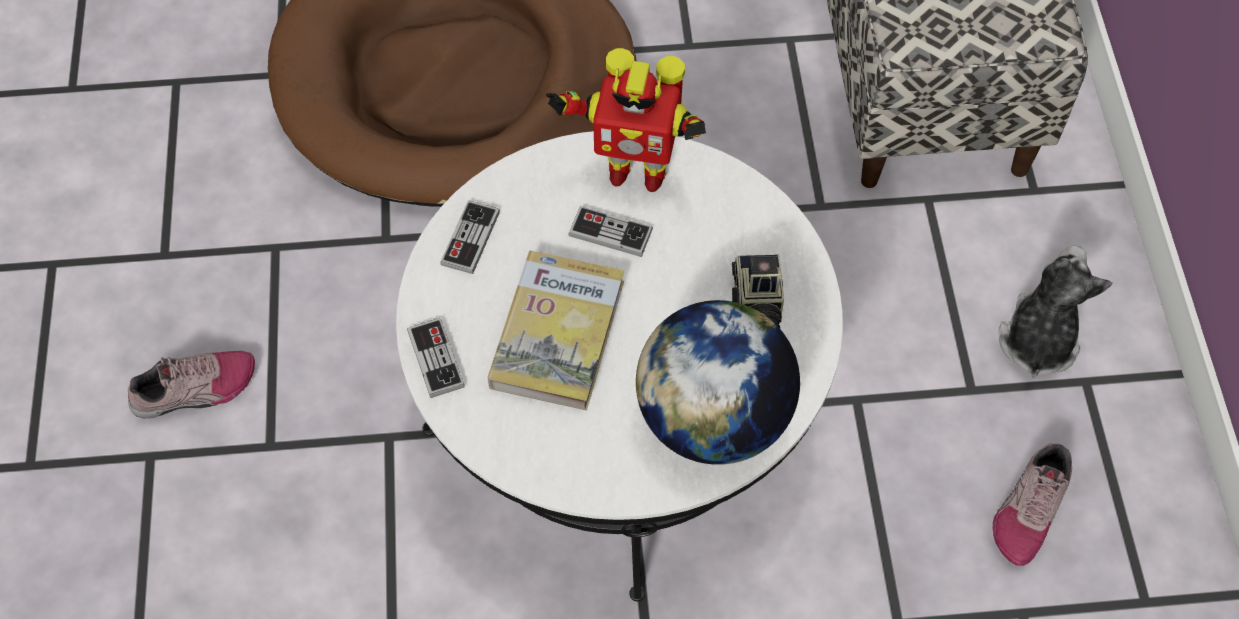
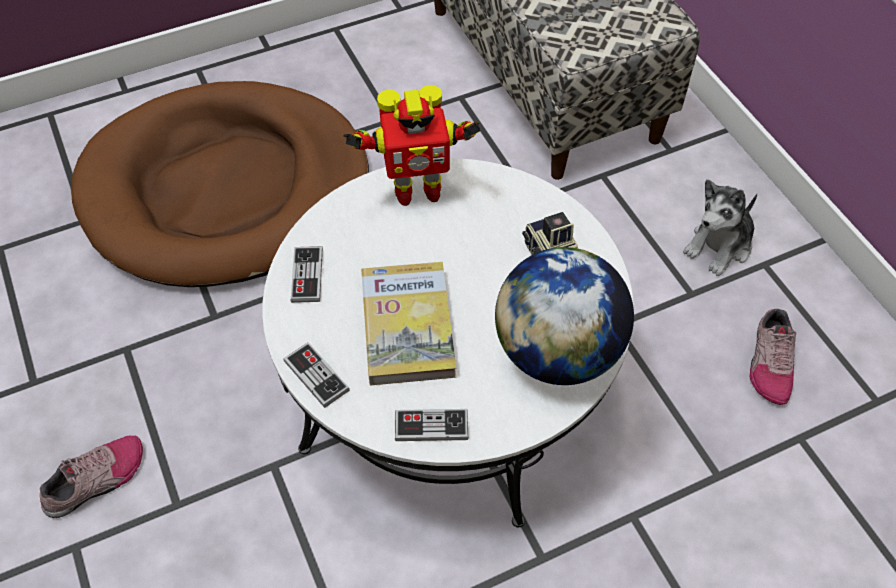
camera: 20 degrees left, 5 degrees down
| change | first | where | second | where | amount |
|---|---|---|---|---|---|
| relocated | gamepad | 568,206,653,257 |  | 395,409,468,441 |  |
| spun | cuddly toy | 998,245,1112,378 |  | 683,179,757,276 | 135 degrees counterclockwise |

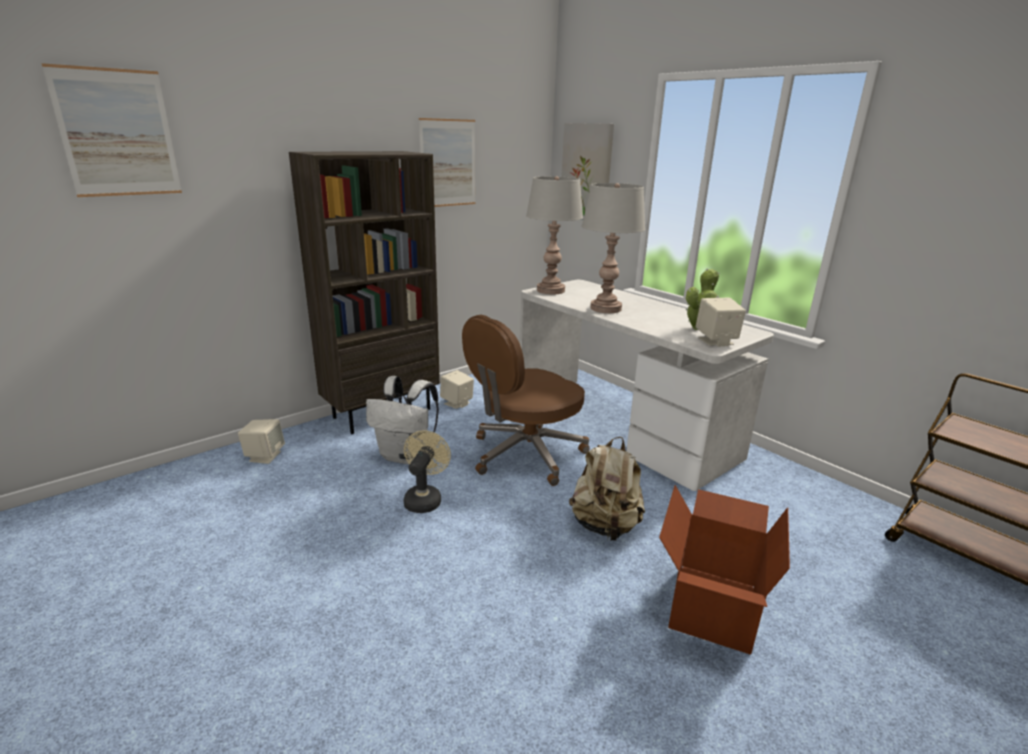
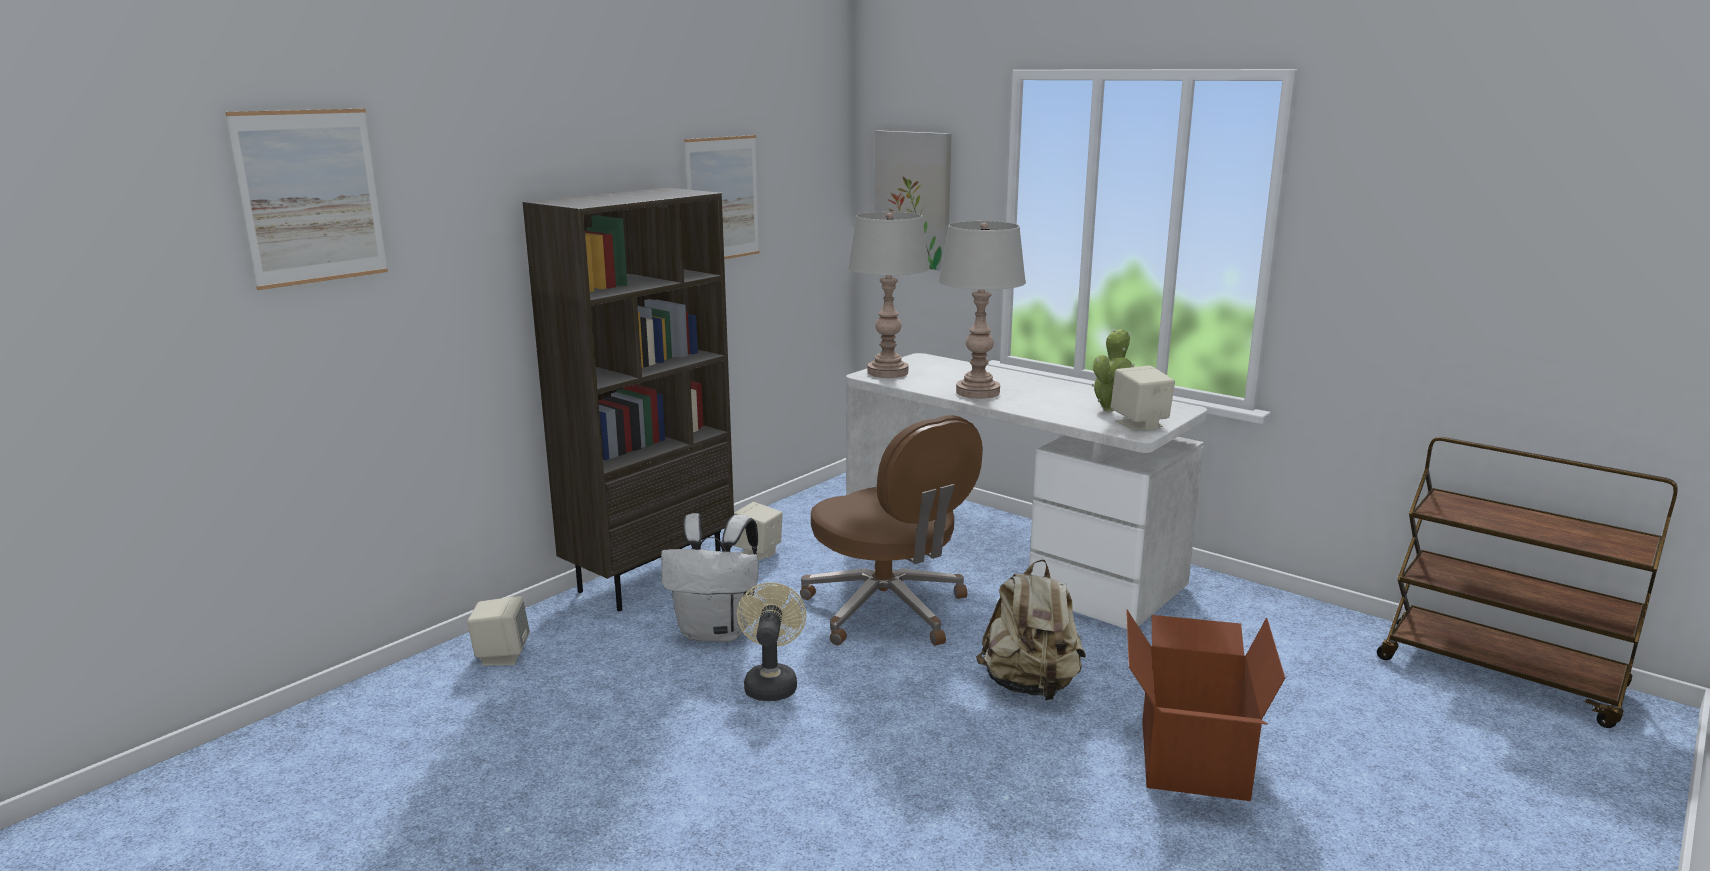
camera: 10 degrees left, 5 degrees down
| change | first | where | second | where | amount |
|---|---|---|---|---|---|
| spun | brown office chair | 462,315,590,486 |  | 800,415,983,646 | 75 degrees counterclockwise |

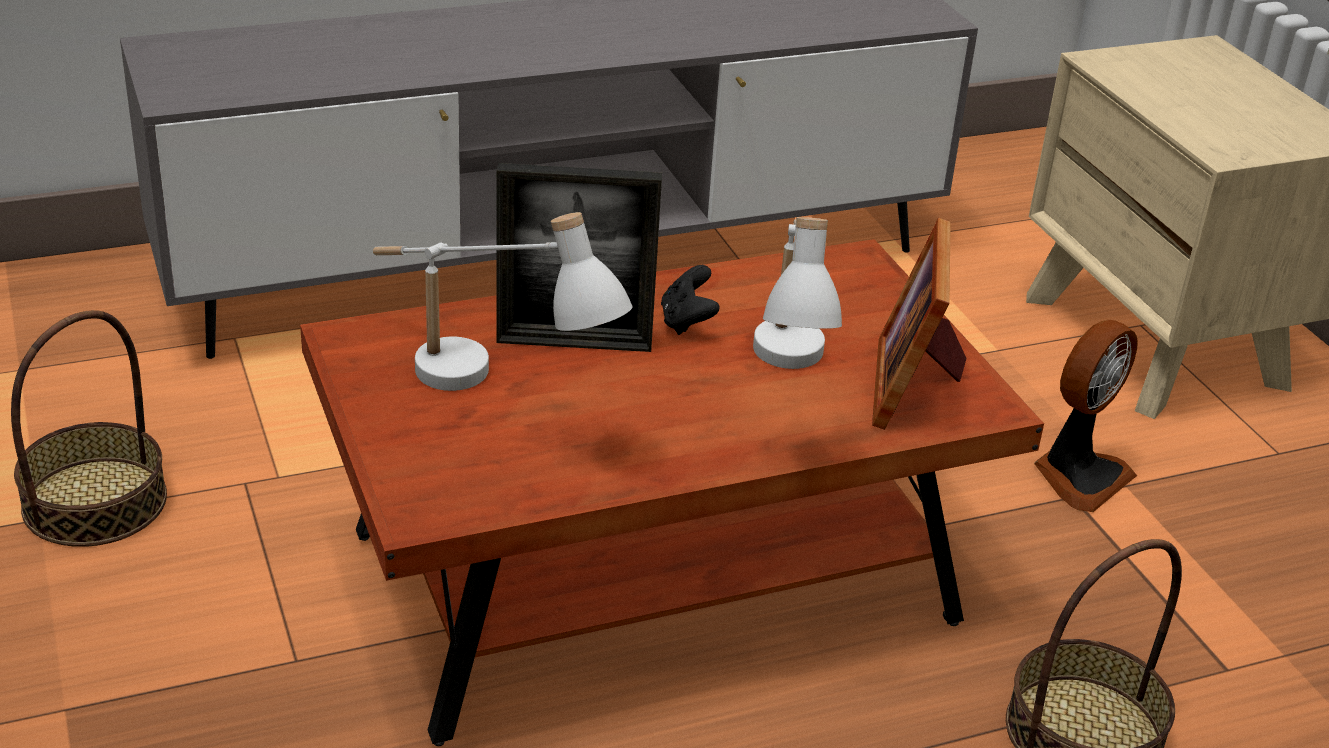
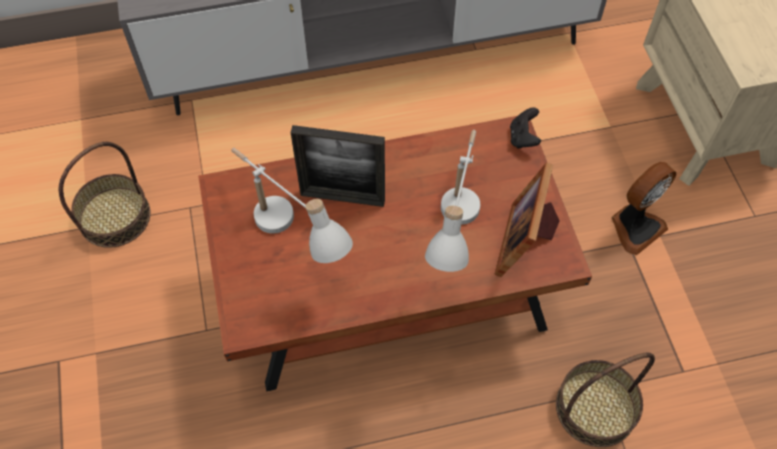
camera: 10 degrees right, 25 degrees up
| change | first | where | second | where | amount |
|---|---|---|---|---|---|
| relocated | black-coloured gamepad | 661,265,720,335 |  | 510,107,541,149 |  |

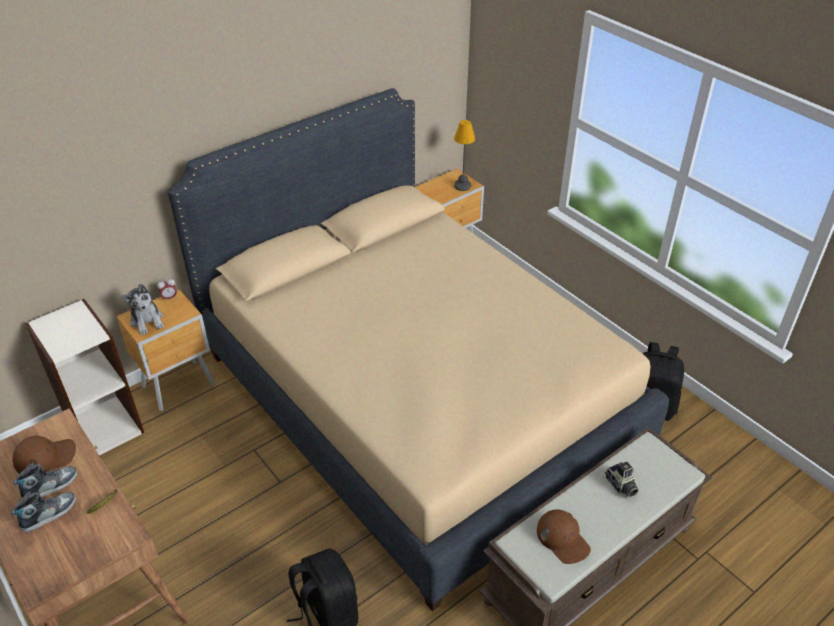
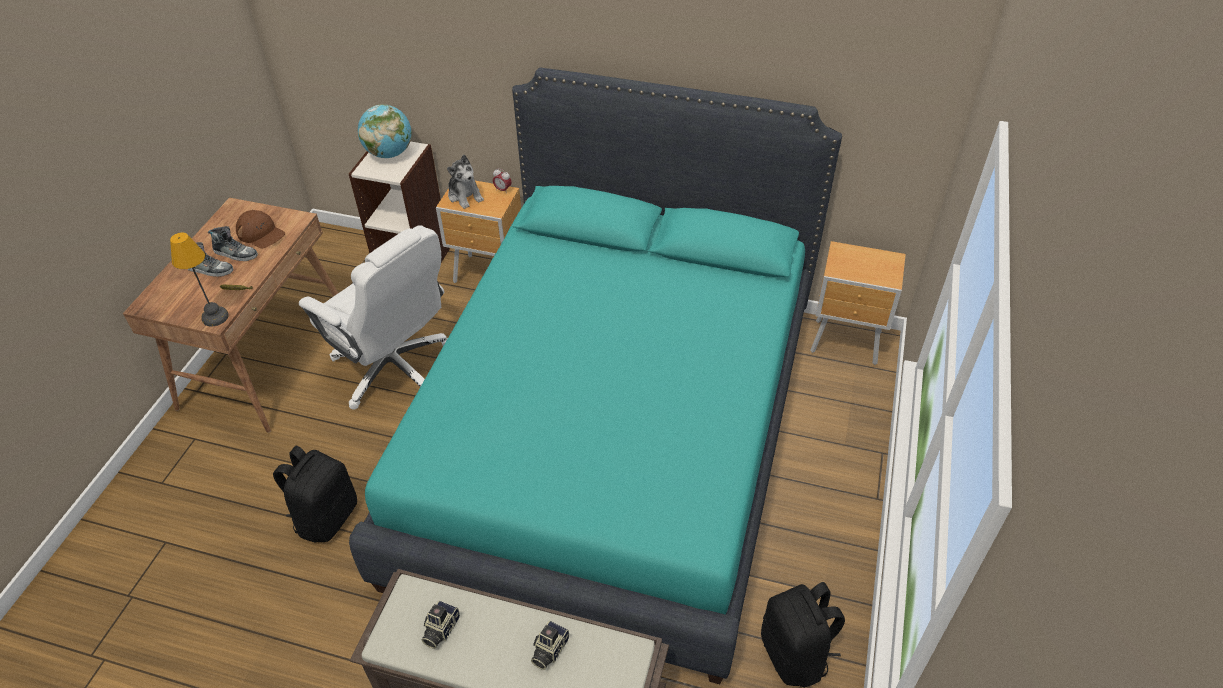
camera: 55 degrees right, 5 degrees up
| change | first | where | second | where | amount |
|---|---|---|---|---|---|
| colour | beige bedroom bed | 167,88,669,612 | blue-green bedroom bed | 349,68,842,684 |  |
| relocated | table lamp | 454,120,475,191 |  | 170,232,229,327 |  |
| spun | cuddly toy | 122,283,164,335 |  | 447,155,484,209 | 60 degrees counterclockwise |
| exchanged | brown cap | 537,509,591,564 | still camera | 422,601,460,649 |  |
| appeared |  |  | world globe | 358,104,412,158 |  |
| appeared |  |  | white-coloured office chair | 299,225,448,410 |  |

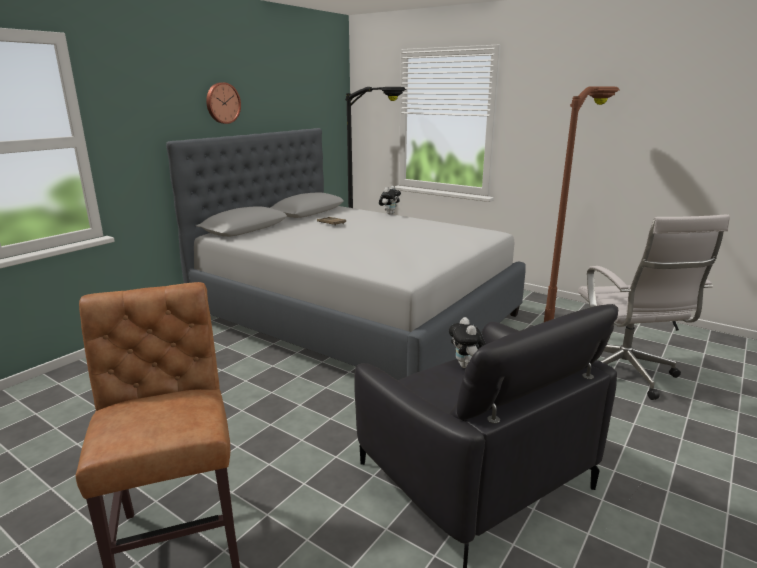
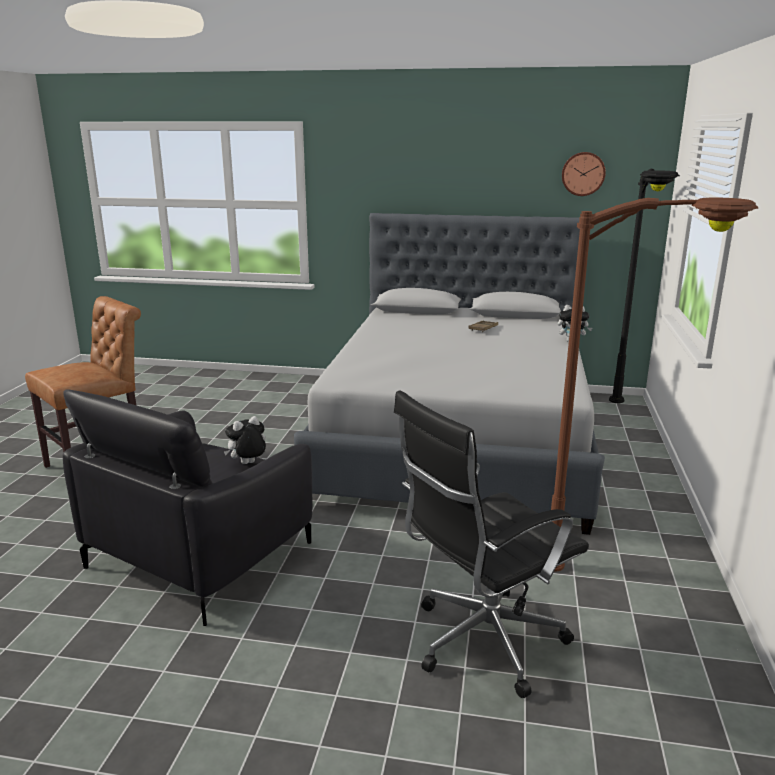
camera: 65 degrees right, 0 degrees up
| change | first | where | second | where | amount |
|---|---|---|---|---|---|
| relocated | wall clock | 206,82,241,124 |  | 562,152,606,196 |  |
| colour | white-coloured office chair | 578,215,730,400 | black-coloured office chair | 394,390,589,698 |  |

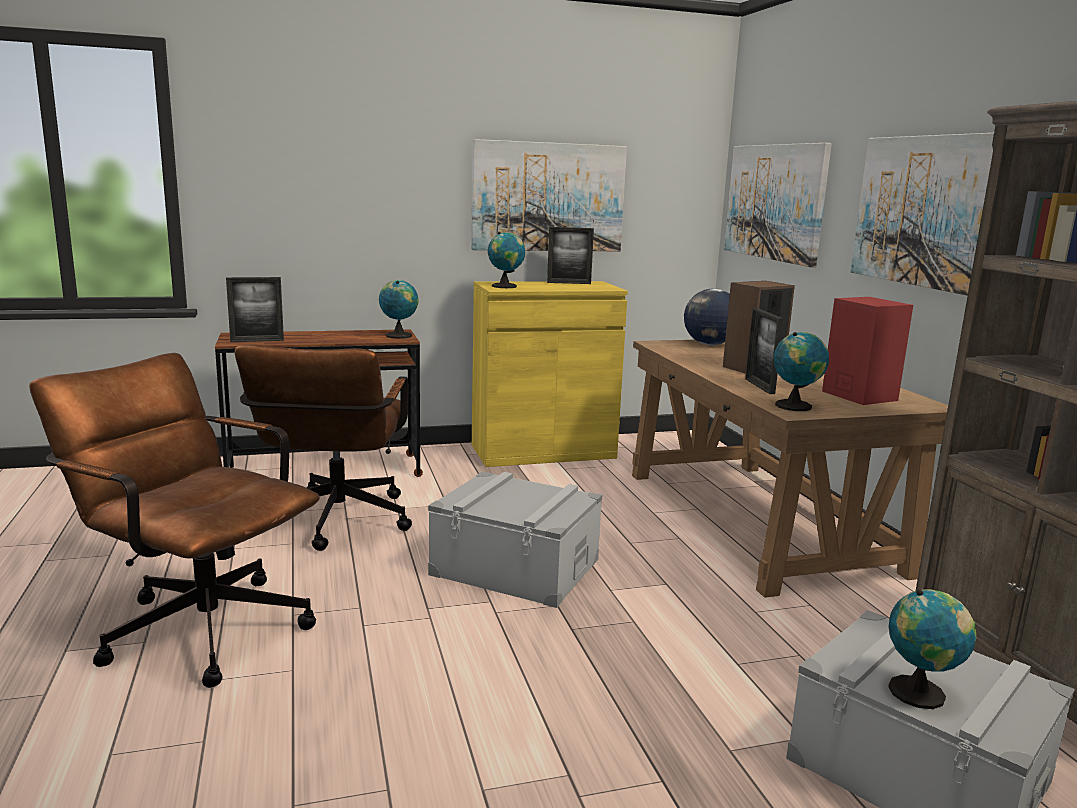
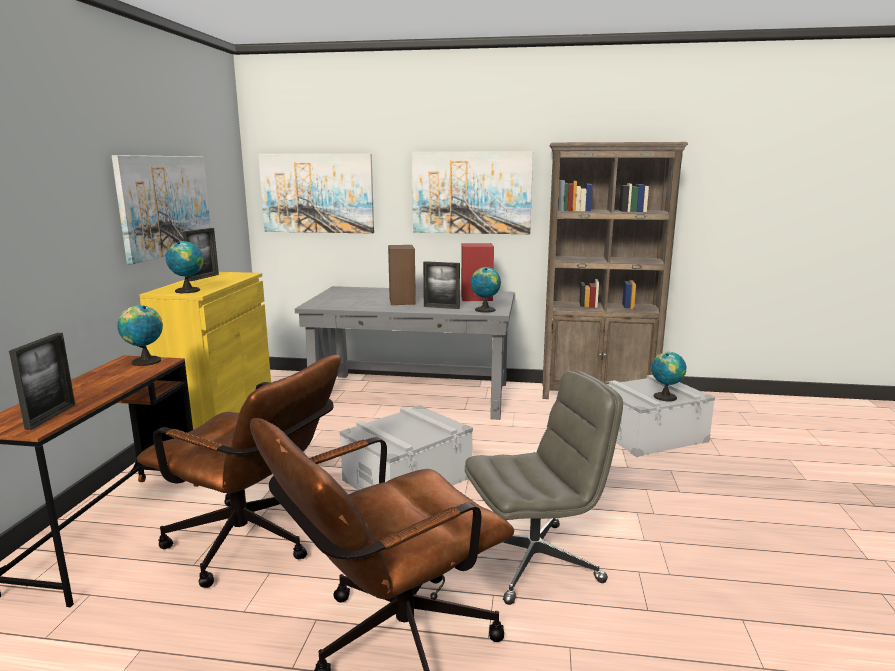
camera: 65 degrees left, 0 degrees up
| change | first | where | second | where | amount |
|---|---|---|---|---|---|
| missing | world globe | 684,289,730,345 |  |  |  |
| colour | brown desk unit | 632,340,948,598 | gray desk unit | 295,286,514,420 |  |
| appeared |  |  | gray office chair | 465,371,623,605 |  |

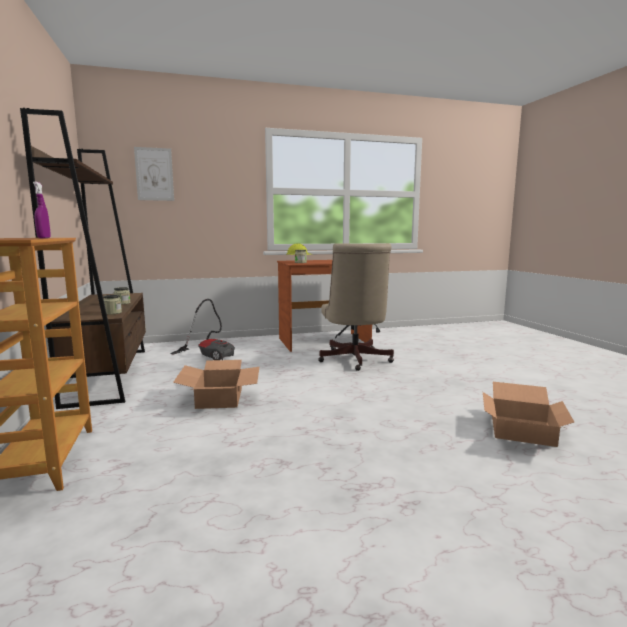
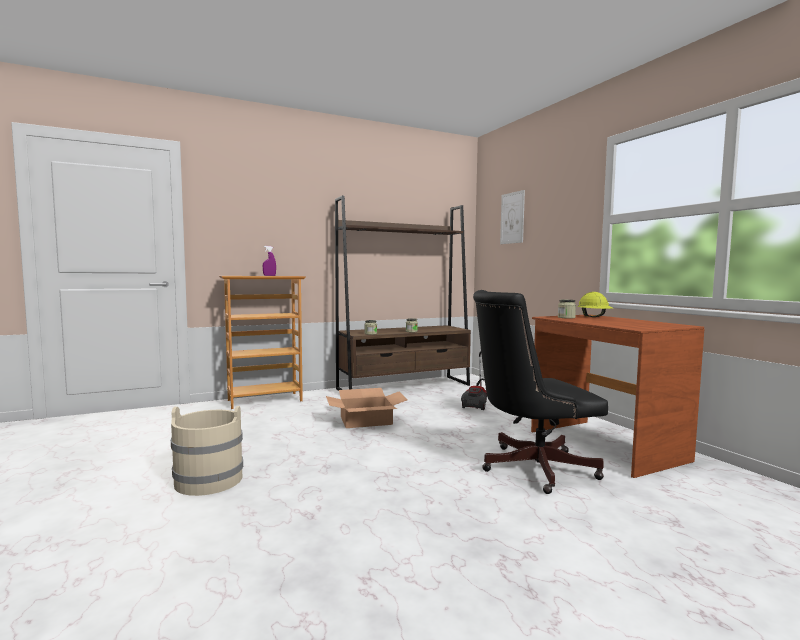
camera: 80 degrees right, 5 degrees down
| change | first | where | second | where | amount |
|---|---|---|---|---|---|
| colour | beige office chair | 318,243,394,371 | black-coloured office chair | 473,290,608,494 |  |
| missing | cardboard box | 483,382,574,447 |  |  |  |
| appeared |  |  | beige pail | 171,406,243,496 |  |

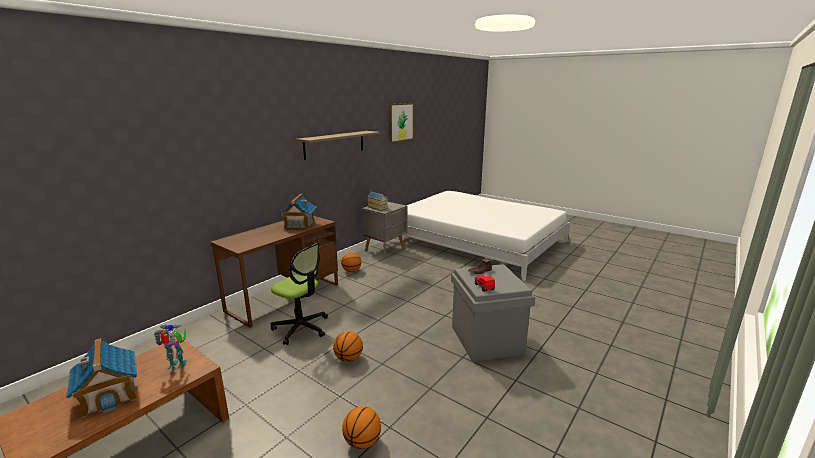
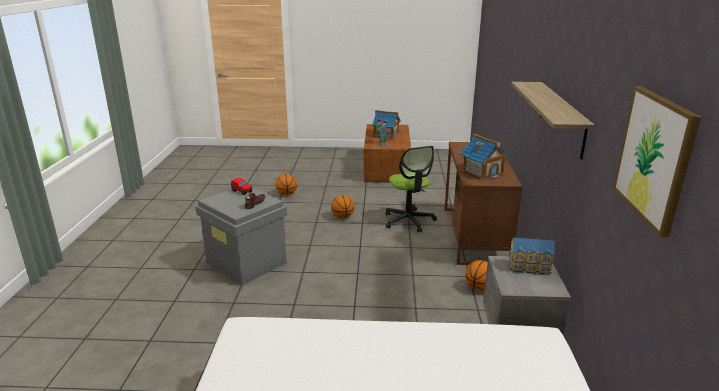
camera: 145 degrees right, 5 degrees up
| change | first | where | second | where | amount |
|---|---|---|---|---|---|
| spun | office chair | 271,243,328,345 |  | 385,146,437,233 | 105 degrees counterclockwise |

